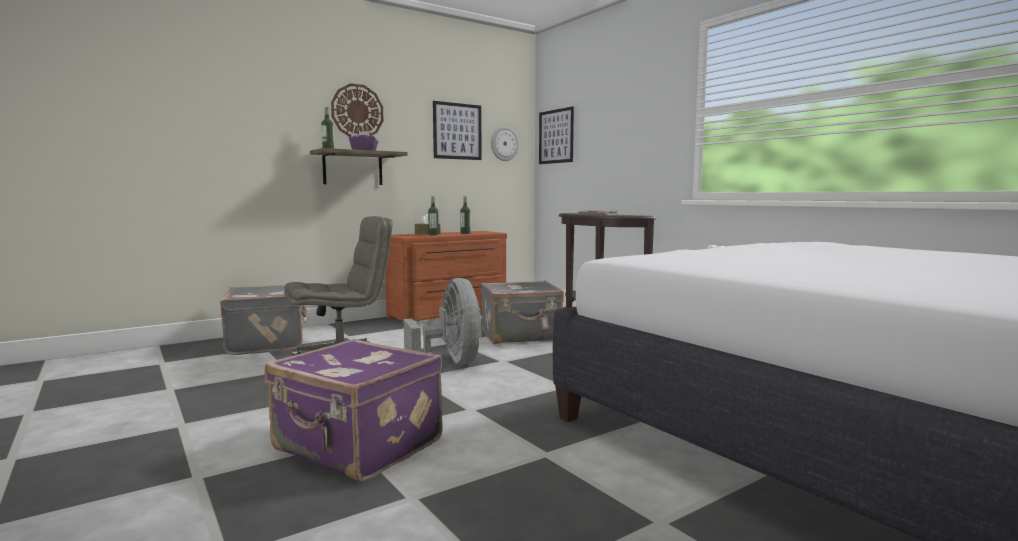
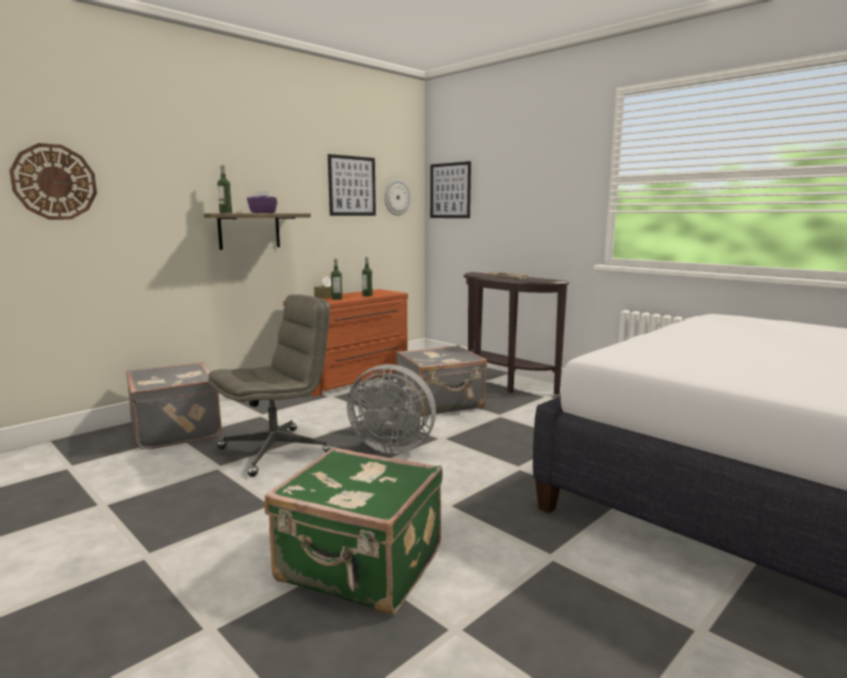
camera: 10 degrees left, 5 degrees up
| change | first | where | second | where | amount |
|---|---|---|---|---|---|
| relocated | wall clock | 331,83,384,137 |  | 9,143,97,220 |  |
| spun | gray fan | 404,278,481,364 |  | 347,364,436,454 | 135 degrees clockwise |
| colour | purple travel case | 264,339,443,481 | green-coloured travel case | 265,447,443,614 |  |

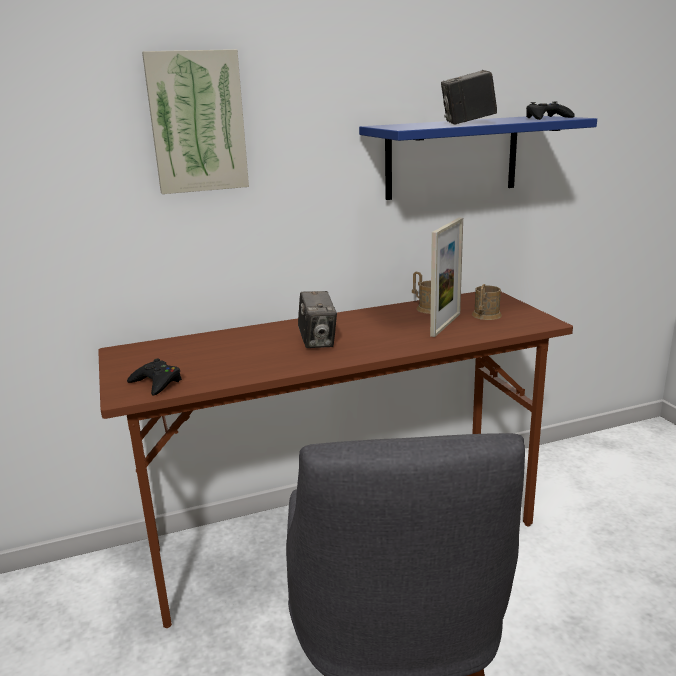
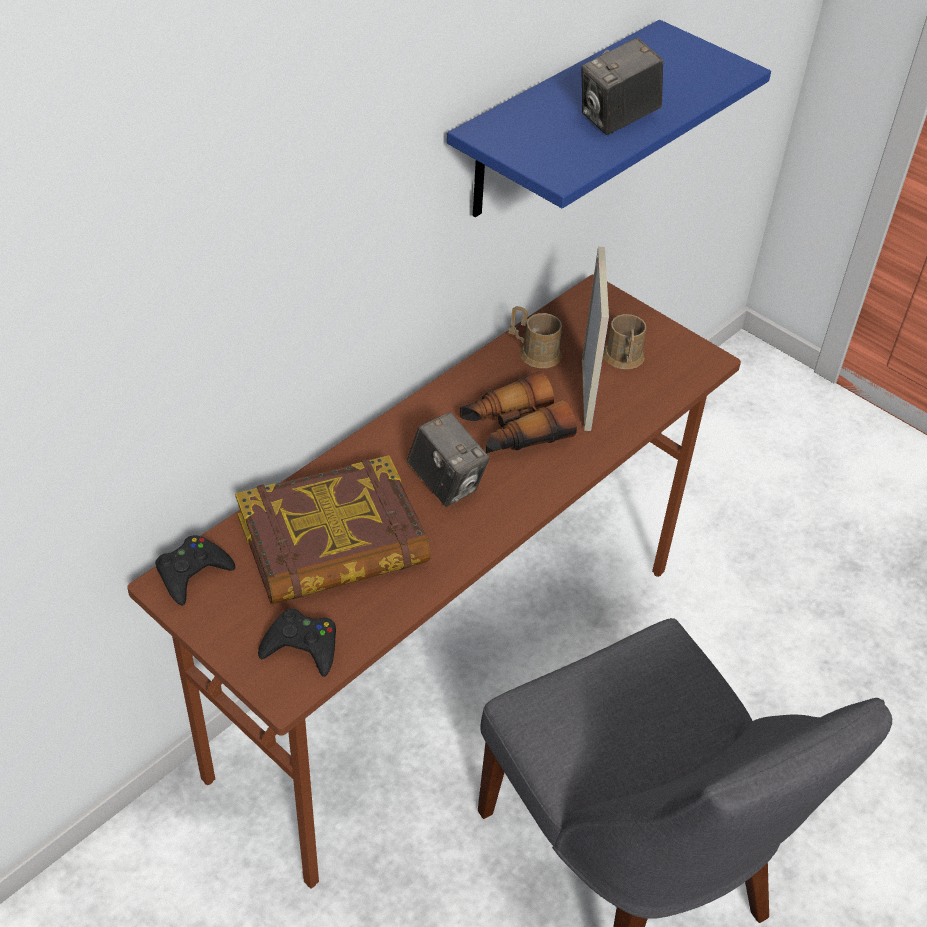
camera: 30 degrees left, 25 degrees up
| change | first | where | second | where | amount |
|---|---|---|---|---|---|
| missing | picture | 142,49,249,194 |  |  |  |
| relocated | black-coloured gamepad | 526,102,575,120 |  | 155,535,235,606 |  |
| appeared |  |  | field glasses | 460,371,577,453 |  |
| appeared |  |  | volume | 235,455,431,605 |  |

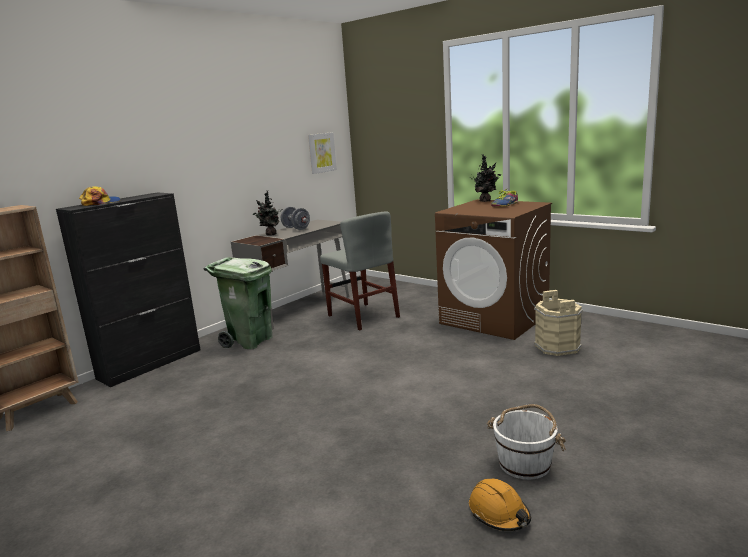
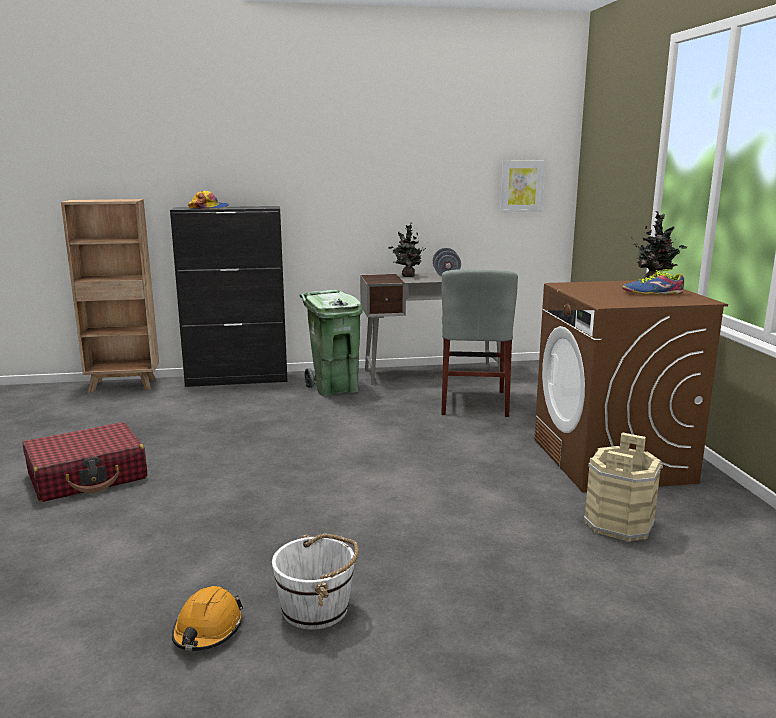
camera: 40 degrees right, 0 degrees up
| change | first | where | second | where | amount |
|---|---|---|---|---|---|
| appeared |  |  | red travel case | 23,422,147,502 |  |

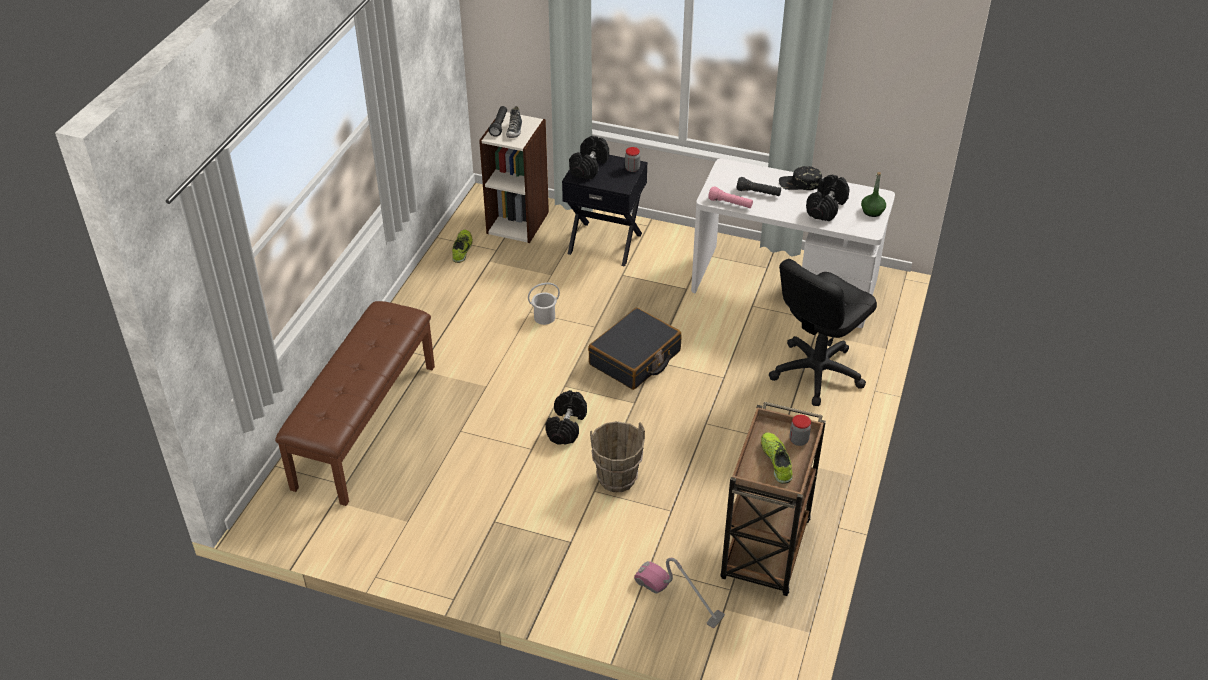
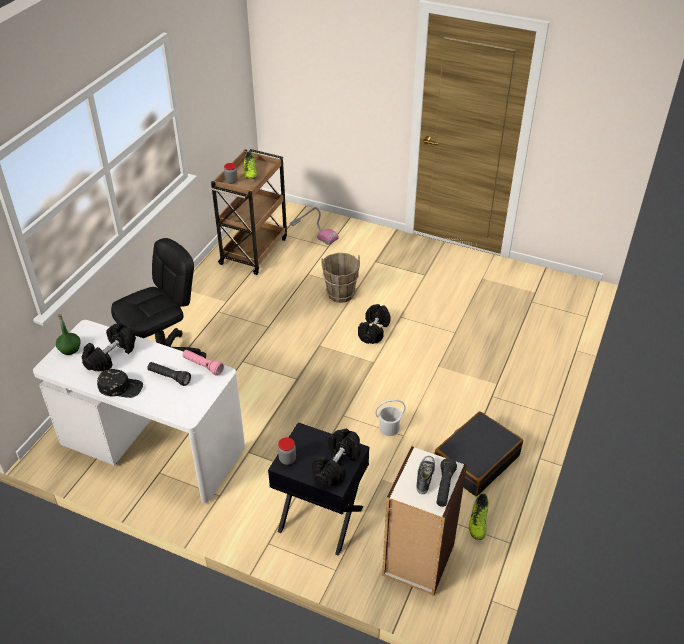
camera: 175 degrees left, 0 degrees up
| change | first | where | second | where | amount |
|---|---|---|---|---|---|
| missing | brown indoor bench | 275,301,435,506 |  |  |  |
| relocated | black-coloured travel case | 588,308,682,390 |  | 434,411,523,496 |  |

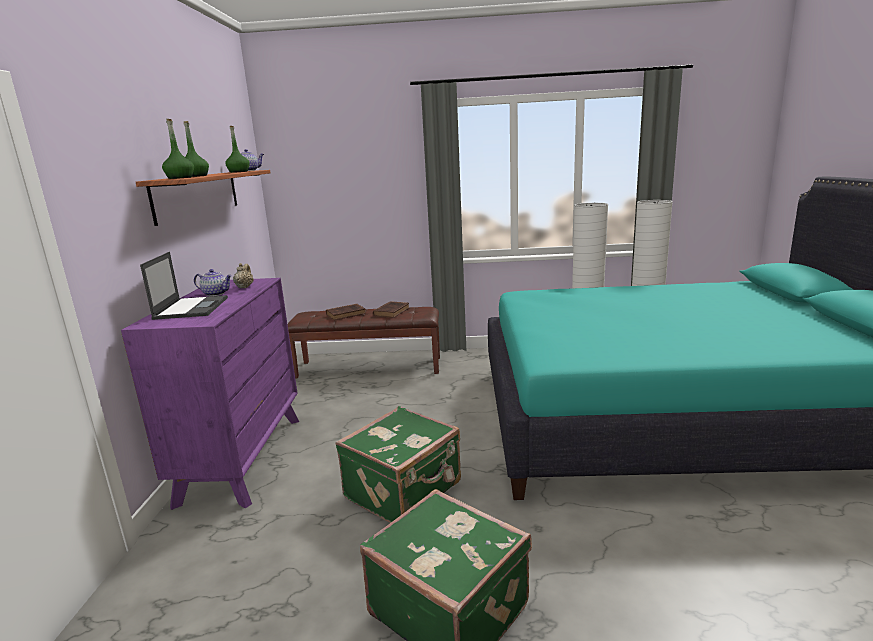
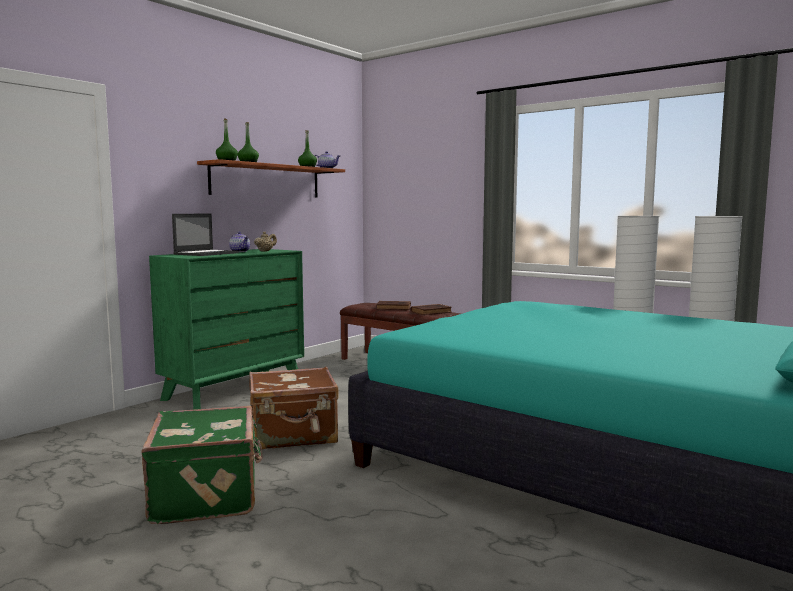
camera: 35 degrees right, 10 degrees down
| change | first | where | second | where | amount |
|---|---|---|---|---|---|
| colour | purple dresser | 121,278,299,510 | green-coloured dresser | 149,249,304,410 |  |
| colour | green-coloured travel case | 335,406,461,523 | brown travel case | 249,367,339,450 |  |

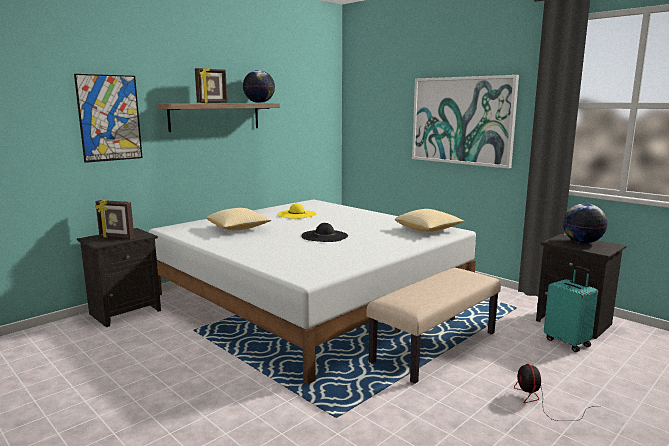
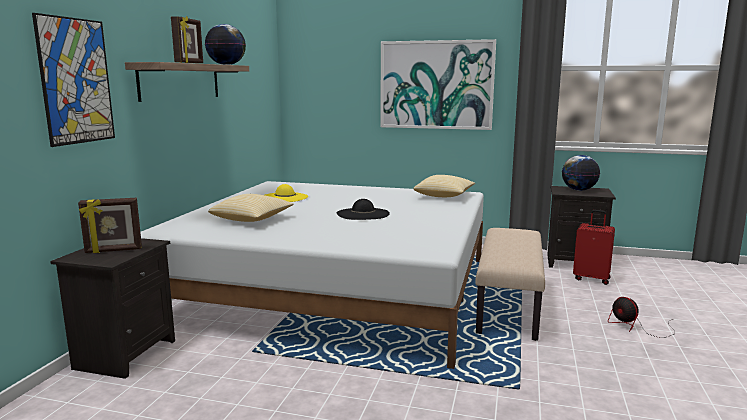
camera: 30 degrees left, 0 degrees up
| change | first | where | second | where | amount |
|---|---|---|---|---|---|
| colour | blue-green travel case | 544,266,598,352 | red travel case | 573,210,615,285 |  |

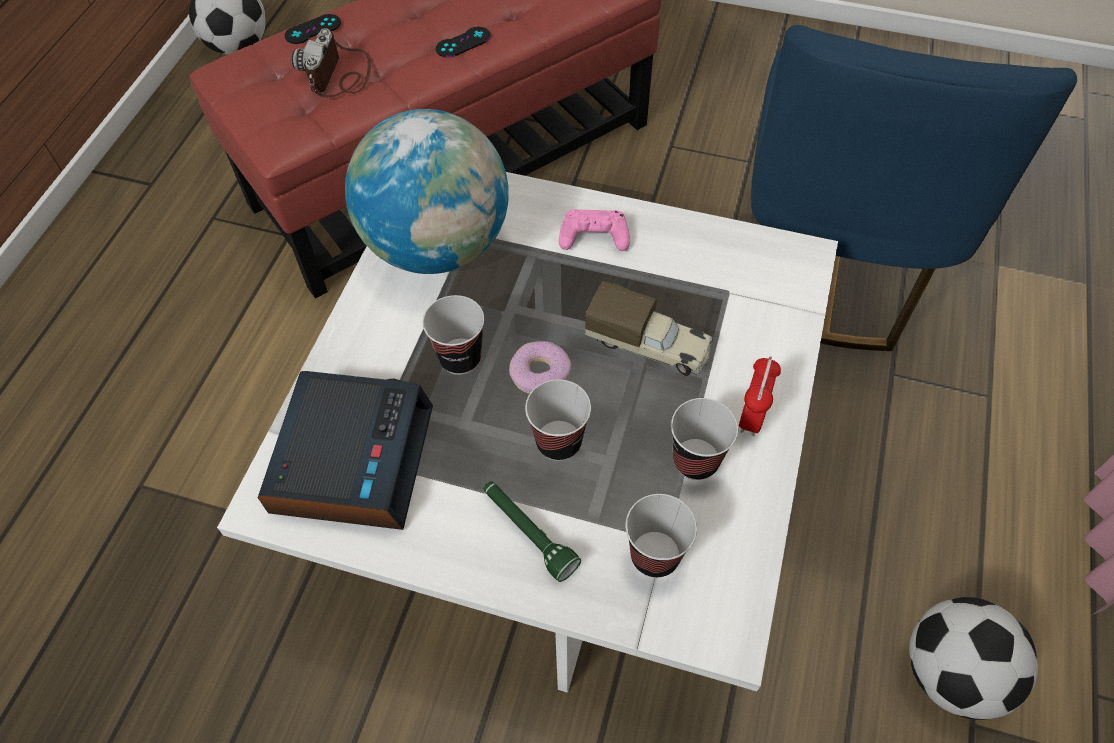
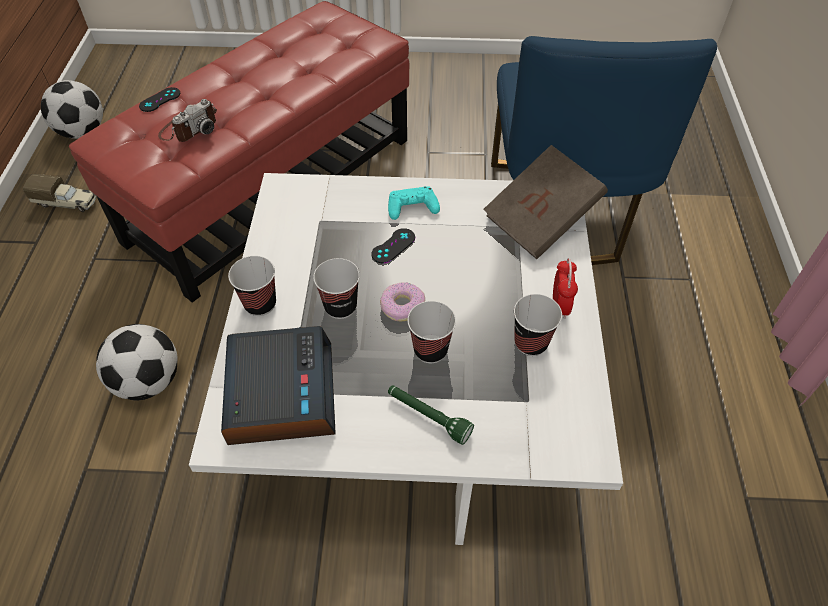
camera: 15 degrees left, 5 degrees down
| change | first | where | second | where | amount |
|---|---|---|---|---|---|
| relocated | black-coloured gamepad | 436,27,491,58 |  | 371,228,415,263 |  |
| spun | still camera | 292,28,371,98 |  | 158,99,217,142 | 135 degrees counterclockwise |
| missing | world globe | 345,109,509,274 |  |  |  |
| colour | pink gamepad | 559,209,630,251 | blue-green gamepad | 388,186,440,220 |  |
| relocated | model truck | 585,281,713,376 |  | 23,174,97,212 |  |
| relocated | drinking cup | 626,494,697,577 |  | 228,256,276,316 |  |
| relocated | ball for football | 909,597,1038,720 |  | 96,324,178,400 |  |
| appeared |  |  | brown volume | 483,145,608,259 |  |

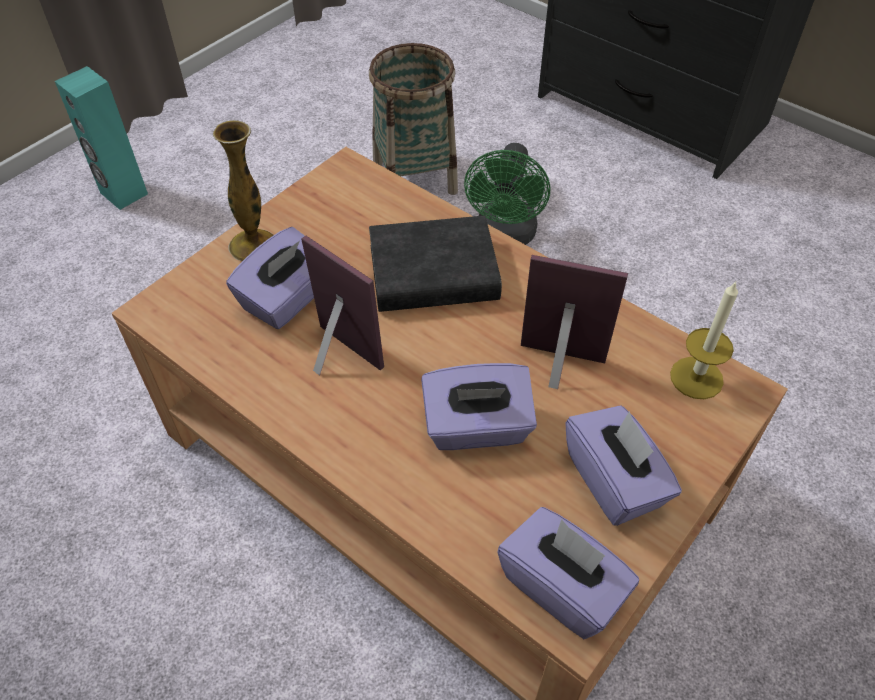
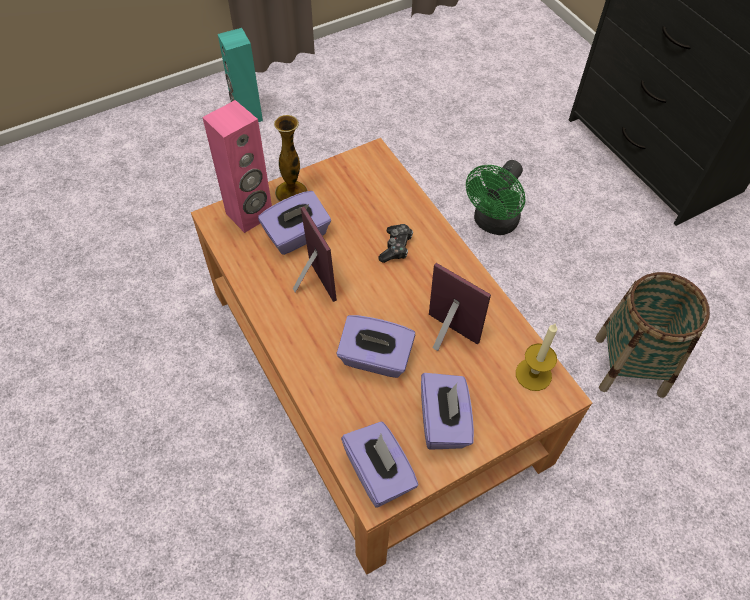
camera: 20 degrees right, 5 degrees up
| change | first | where | second | where | amount |
|---|---|---|---|---|---|
| relocated | storage basket | 369,43,458,195 |  | 595,272,710,398 |  |
| exchanged | black-coloured volume | 369,215,502,312 | gamepad | 378,224,413,263 |  |
| appeared |  |  | pink audio speaker | 202,100,272,233 |  |

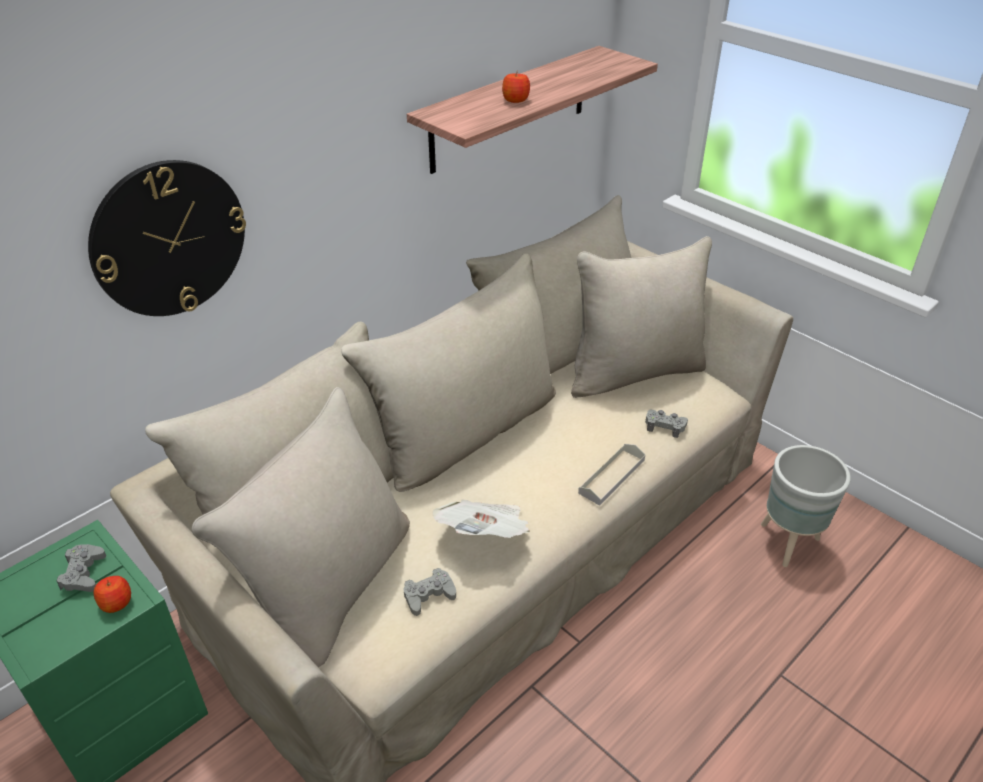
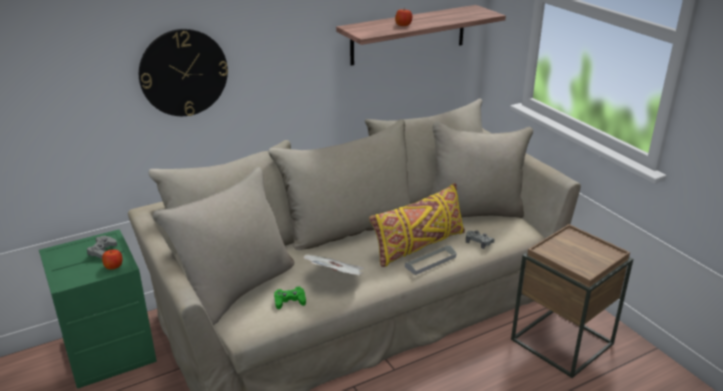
camera: 15 degrees right, 10 degrees down
| change | first | where | second | where | amount |
|---|---|---|---|---|---|
| exchanged | gray planter | 761,445,851,567 | brown accent table | 511,224,633,378 |  |
| colour | gray gamepad | 403,568,456,616 | green-coloured gamepad | 274,286,306,309 |  |
| appeared |  |  | yellowish cushion | 369,183,465,267 |  |

